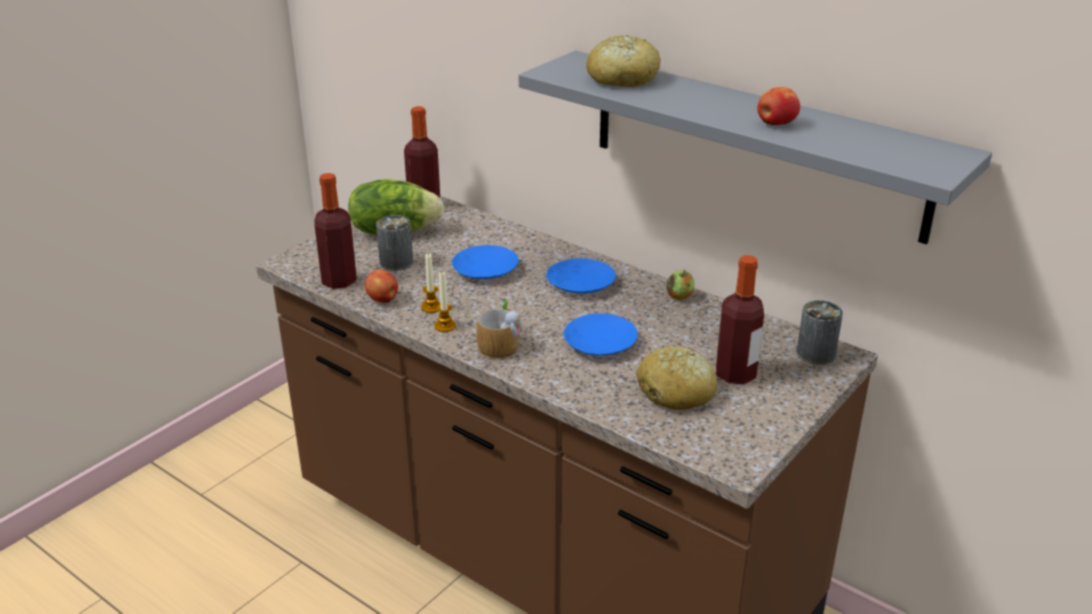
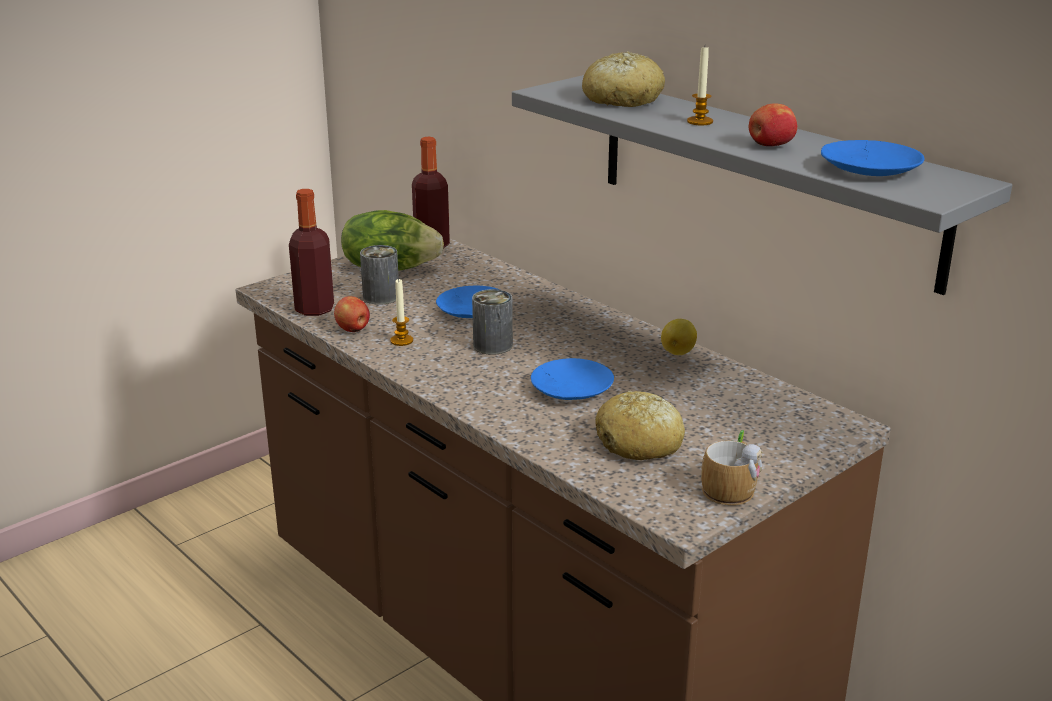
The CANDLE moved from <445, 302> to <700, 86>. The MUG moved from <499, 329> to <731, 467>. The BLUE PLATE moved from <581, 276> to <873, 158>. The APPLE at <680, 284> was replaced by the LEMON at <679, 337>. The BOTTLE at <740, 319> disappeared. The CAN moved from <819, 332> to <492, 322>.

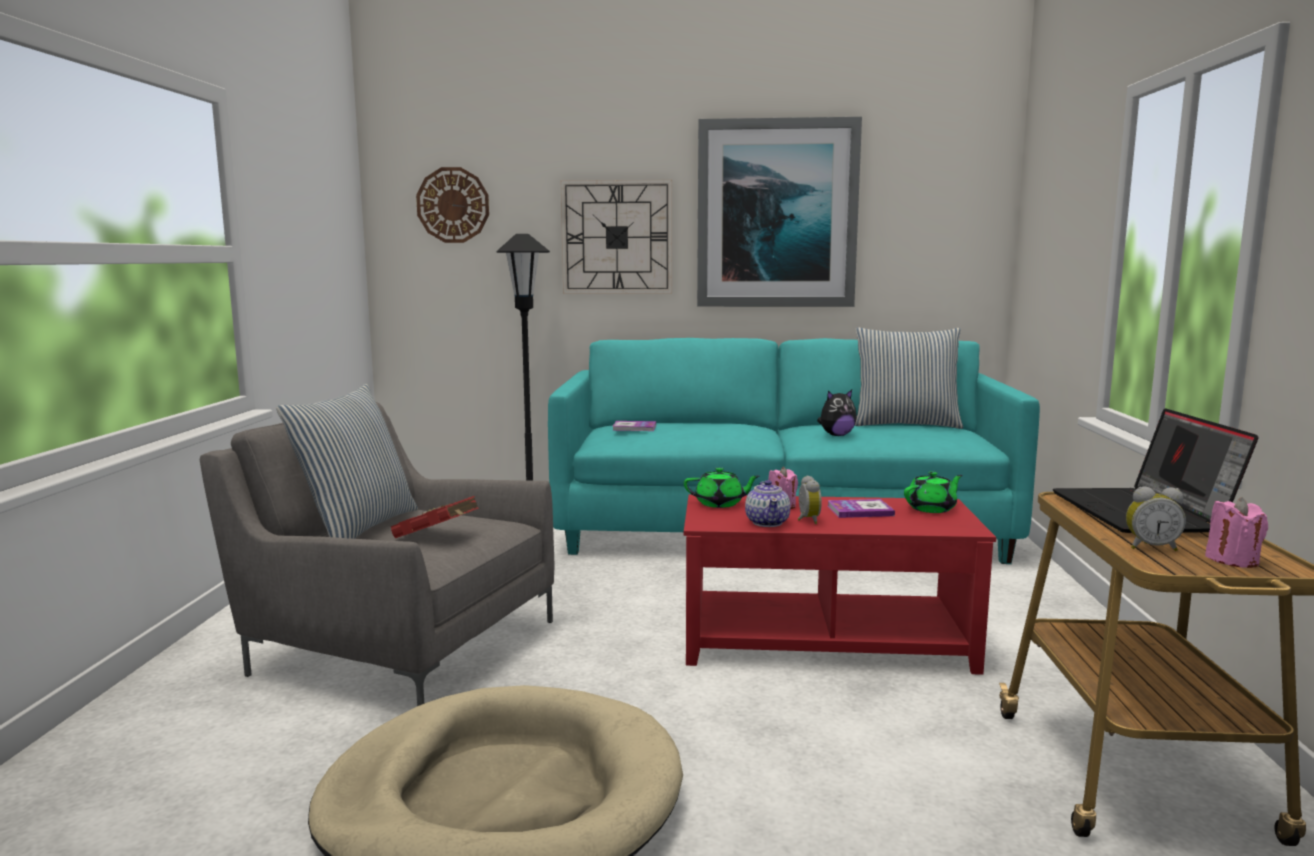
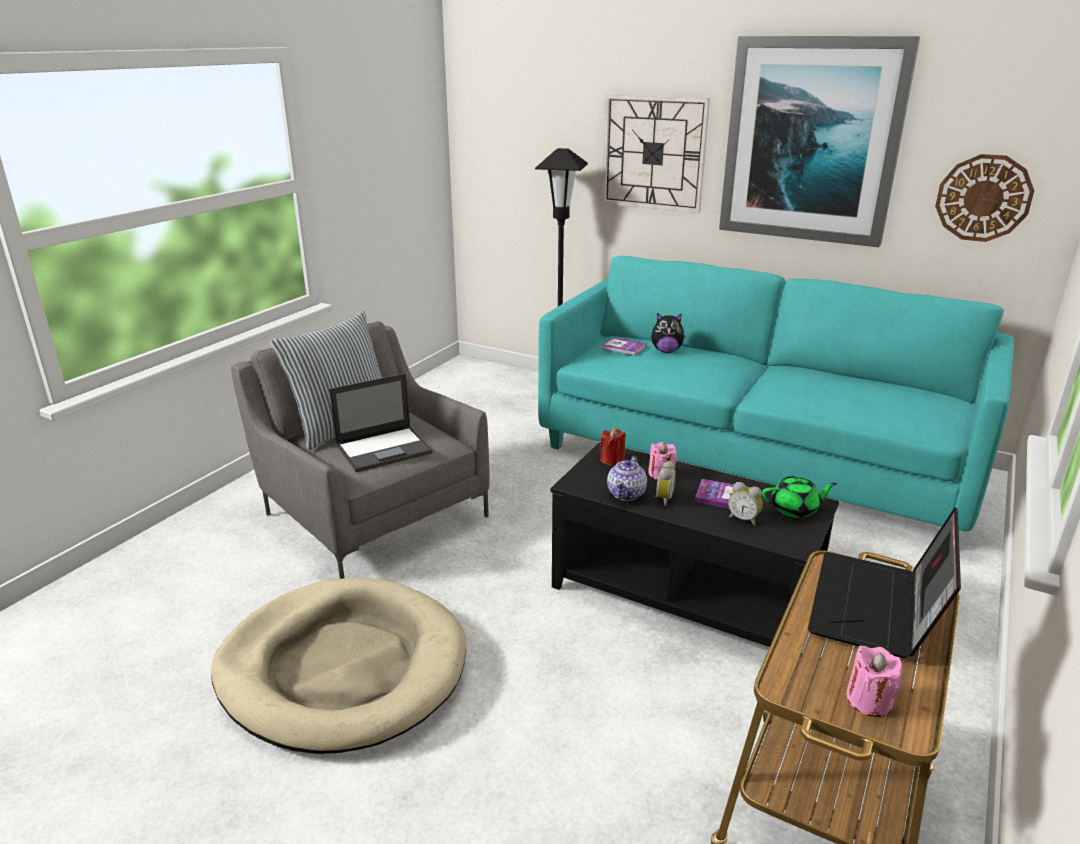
The RED BOOK at <435, 517> was replaced by the LAPTOP at <381, 423>. The WALL CLOCK moved from <452, 205> to <984, 198>. The GREEN TEAPOT at <722, 487> was replaced by the RED CANDLE at <613, 447>. The RED COFFEE TABLE at <840, 584> became the BLACK COFFEE TABLE at <694, 544>. The PLUSH TOY moved from <837, 413> to <668, 333>. The PILLOW at <909, 378> disappeared. The ALARM CLOCK moved from <1156, 519> to <745, 504>.

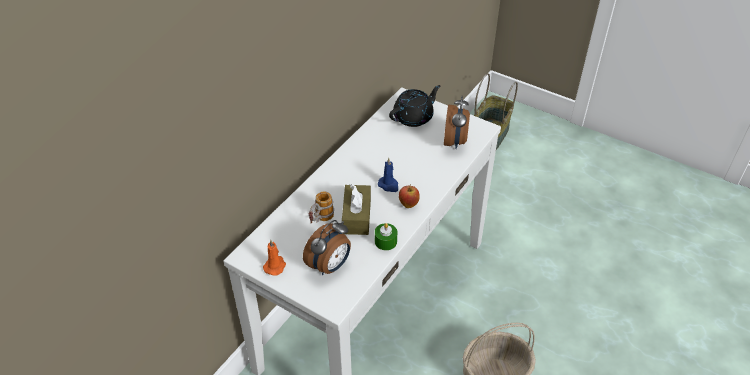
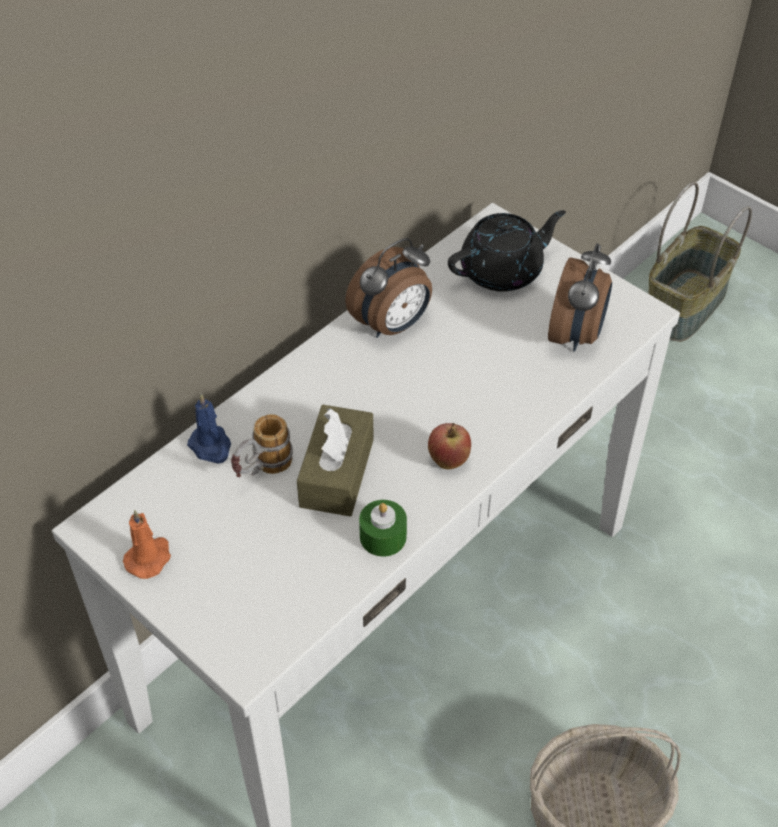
The ALARM CLOCK moved from <327, 247> to <388, 288>. The BLUE CANDLE moved from <388, 175> to <209, 429>.

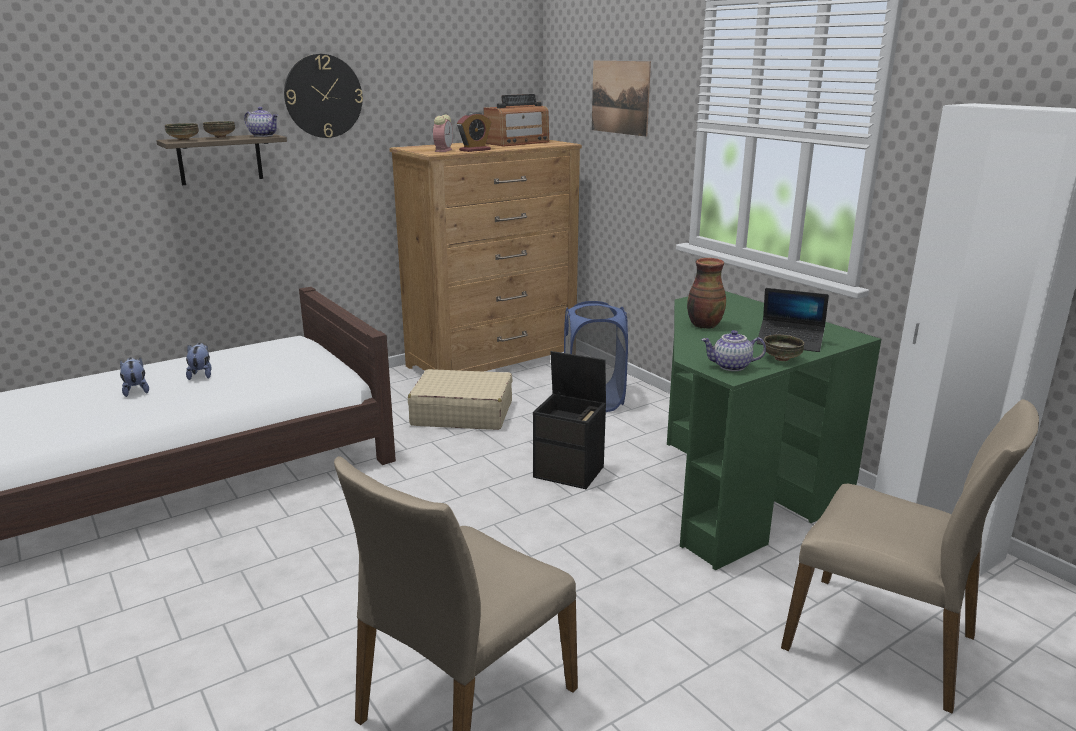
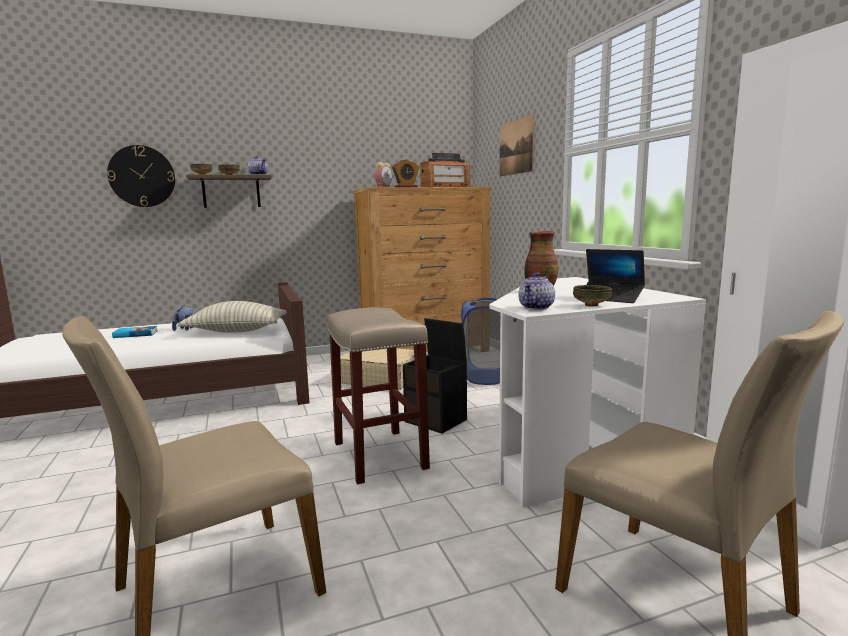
The PLUSH TOY at <134, 377> was replaced by the BOOK at <134, 332>. The WALL CLOCK moved from <323, 96> to <141, 176>. The GREEN DESK at <774, 430> became the WHITE DESK at <597, 392>. The TEAPOT at <733, 350> turned 75 degrees counterclockwise. The PILLOW at <232, 317> appeared. The BEIGE STOOL at <378, 395> appeared.

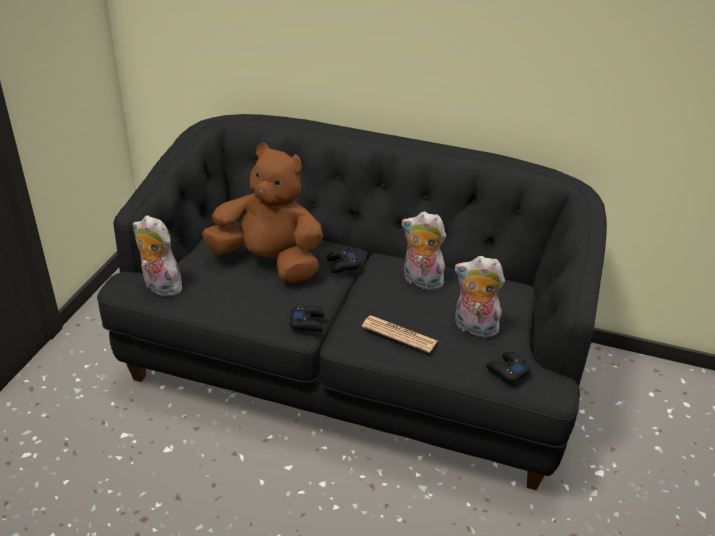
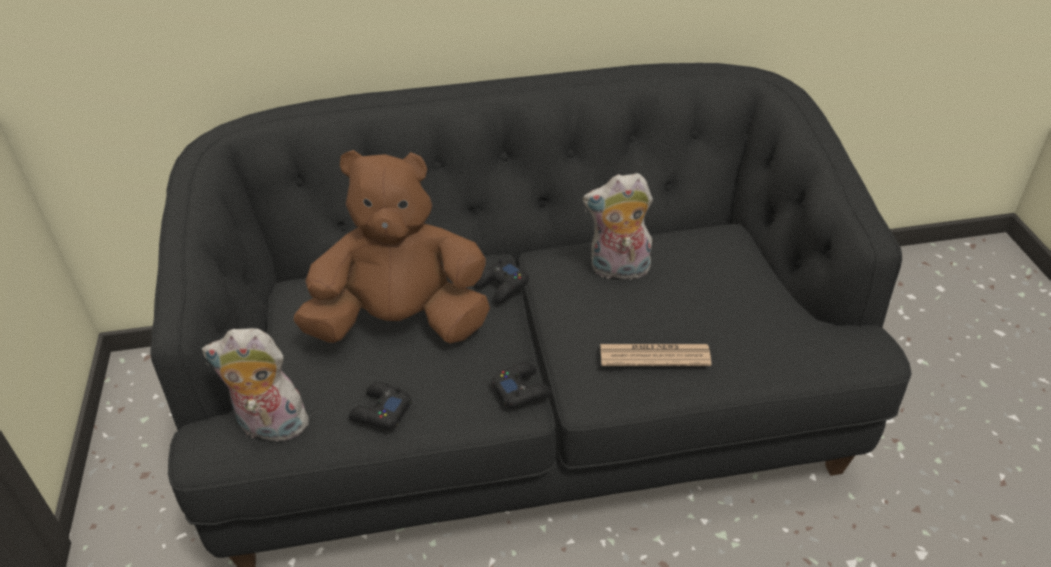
The PLUSH TOY at <480, 297> disappeared. The BLACK GAME CONTROLLER moved from <508, 367> to <380, 405>.

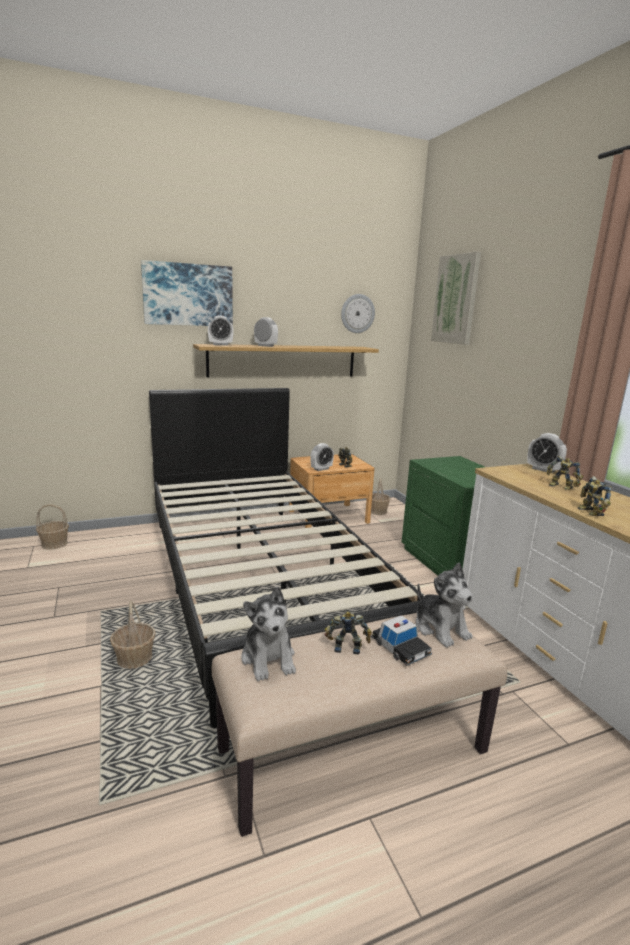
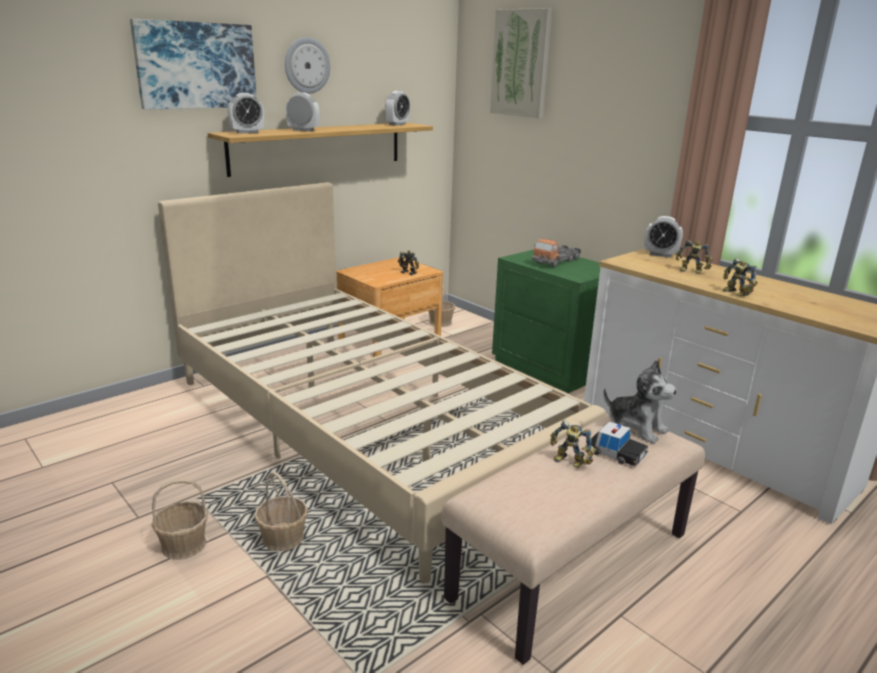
The BASKET moved from <52, 527> to <179, 519>. The BLACK BED at <286, 558> became the BEIGE BED at <382, 382>. The PLUSH TOY at <268, 633> disappeared. The ALARM CLOCK moved from <322, 457> to <397, 108>. The TOY ROBOT at <348, 633> turned 135 degrees counterclockwise. The WALL CLOCK moved from <358, 313> to <307, 65>. The TOY TRUCK at <556, 252> appeared.

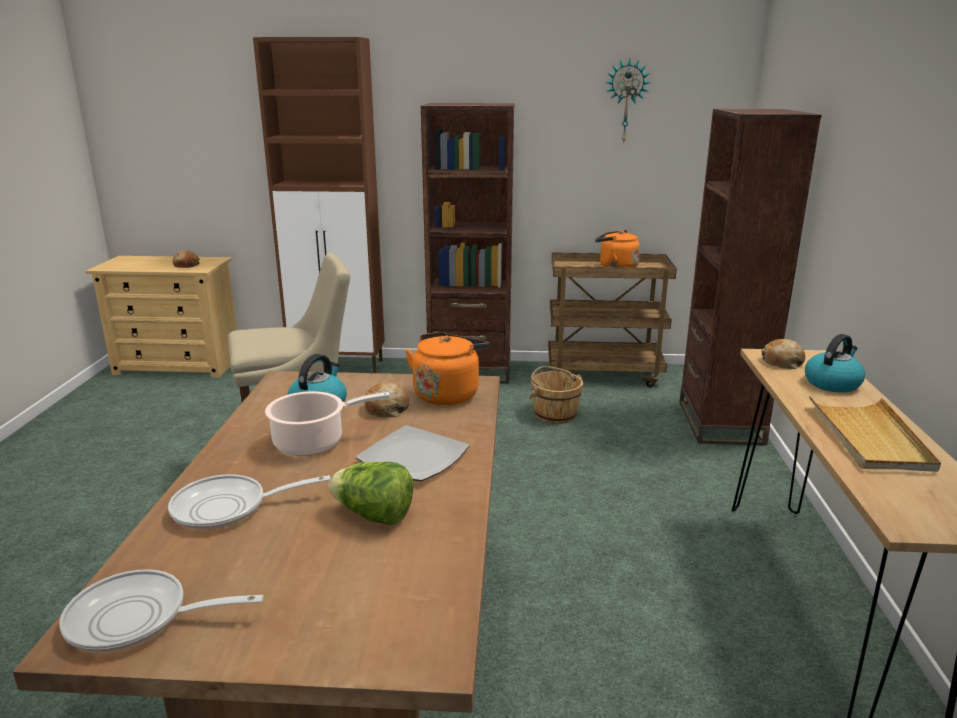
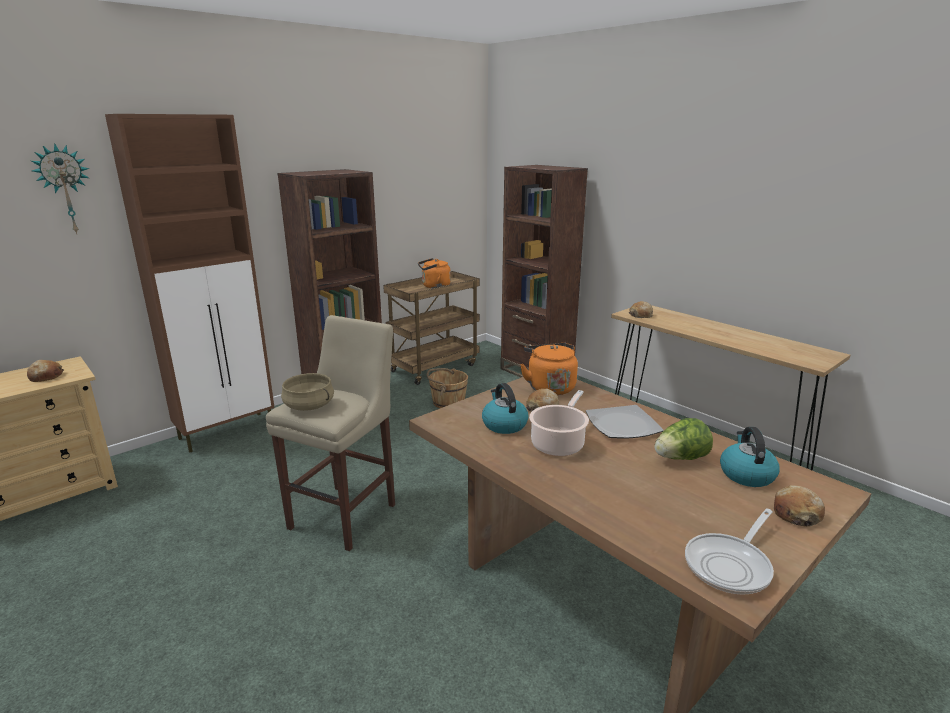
The FRYING PAN at <249, 502> disappeared. The WALL CLOCK moved from <628, 101> to <60, 188>. The KETTLE moved from <835, 363> to <750, 457>. The BEIGE TRAY at <875, 434> disappeared. The BEIGE COOKING POT at <307, 392> appeared. The BREAD at <799, 506> appeared.

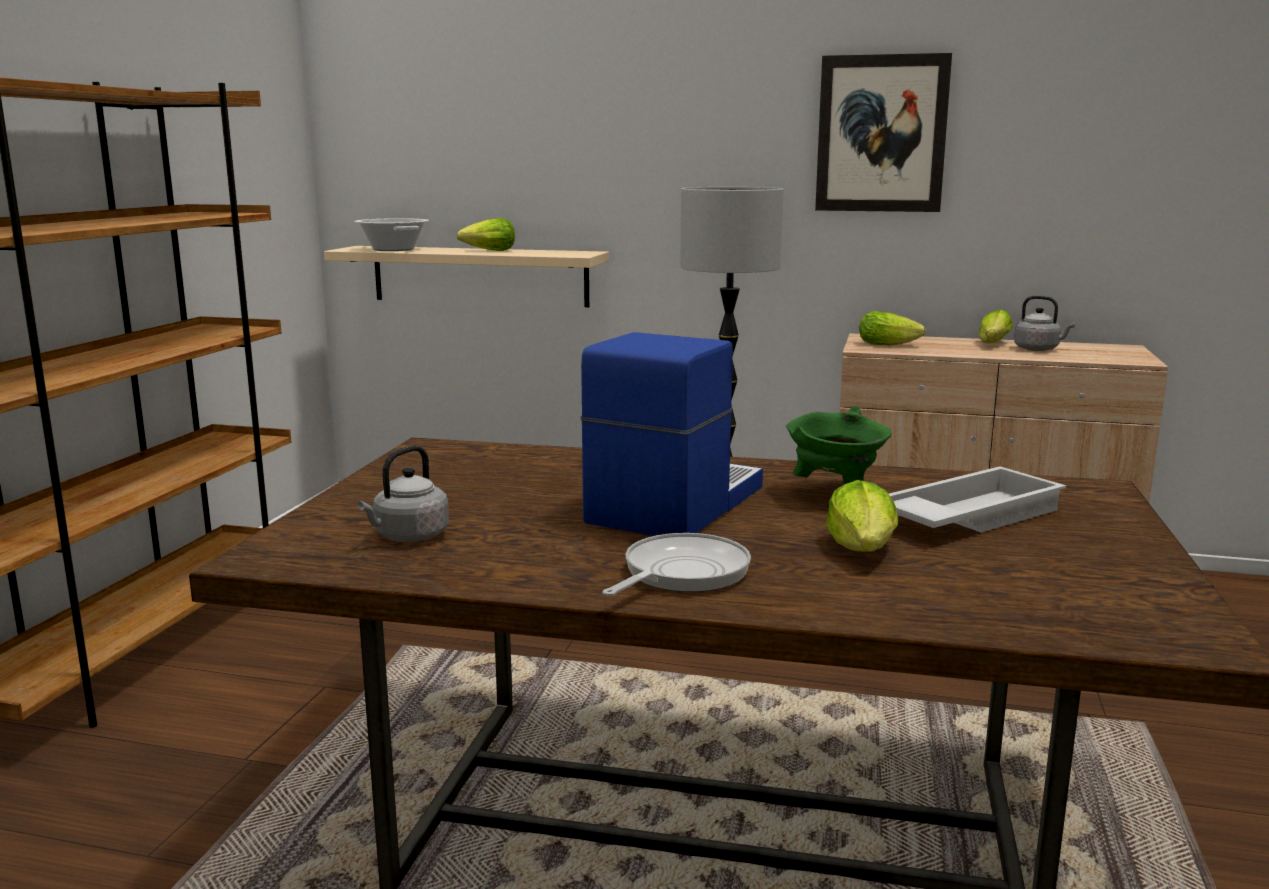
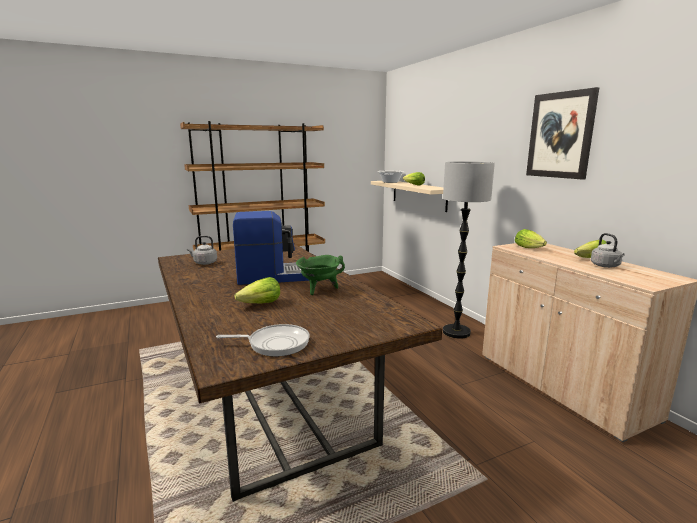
The FRYING PAN moved from <676, 564> to <263, 340>. The WHITE TRAY at <977, 499> disappeared.

